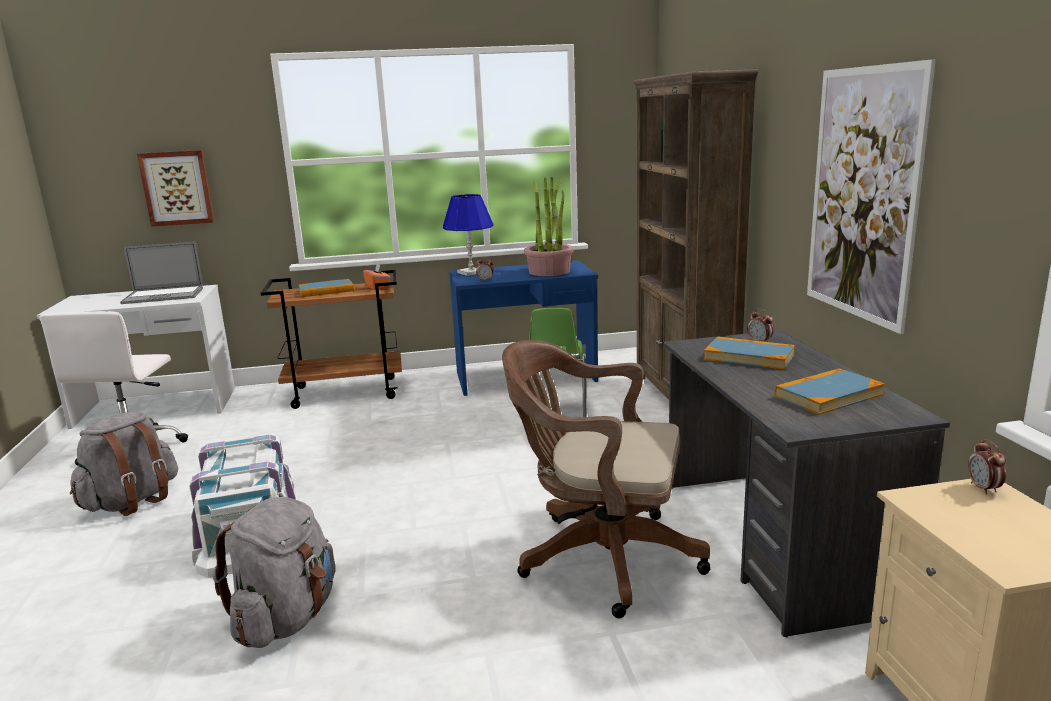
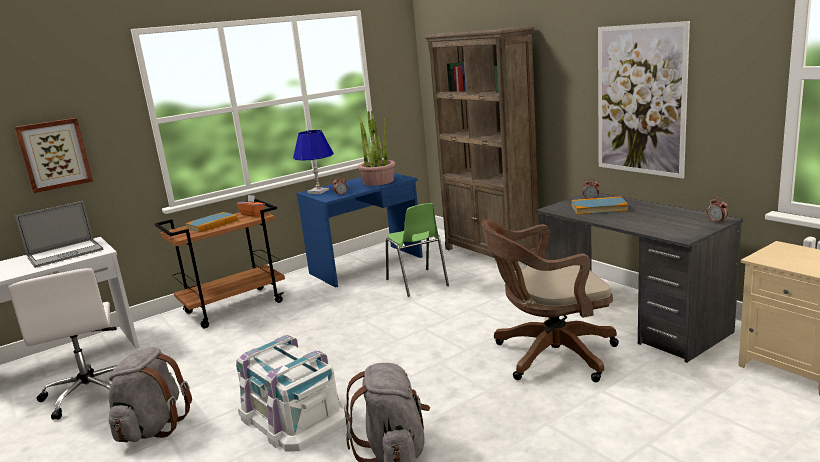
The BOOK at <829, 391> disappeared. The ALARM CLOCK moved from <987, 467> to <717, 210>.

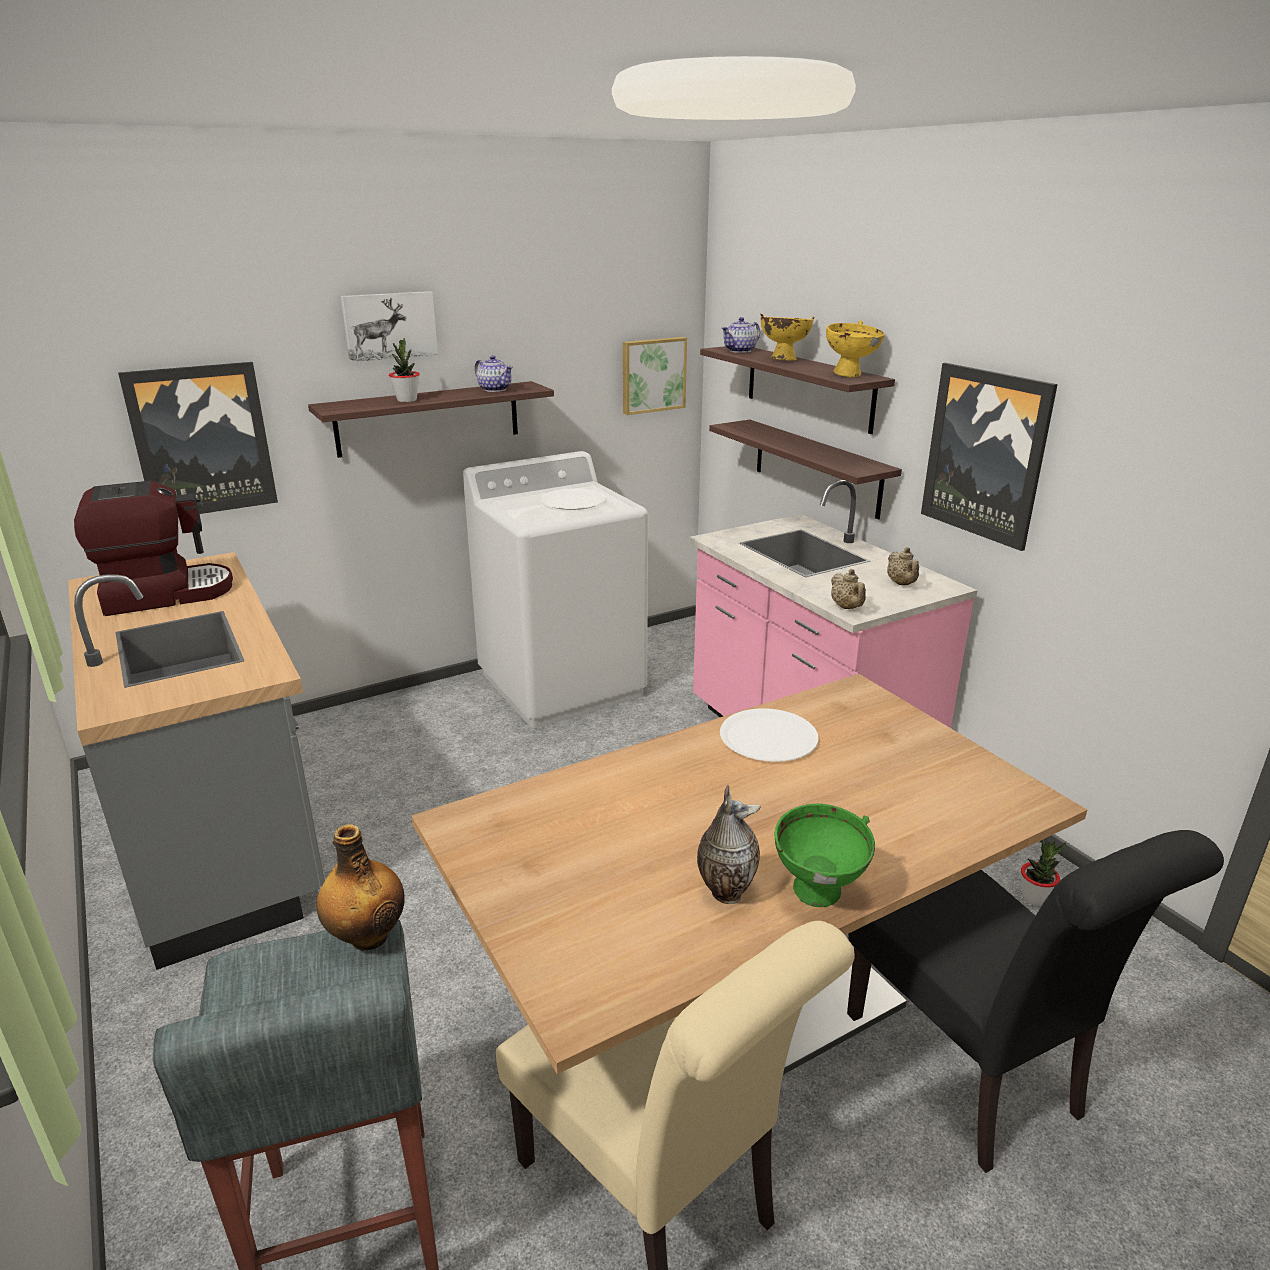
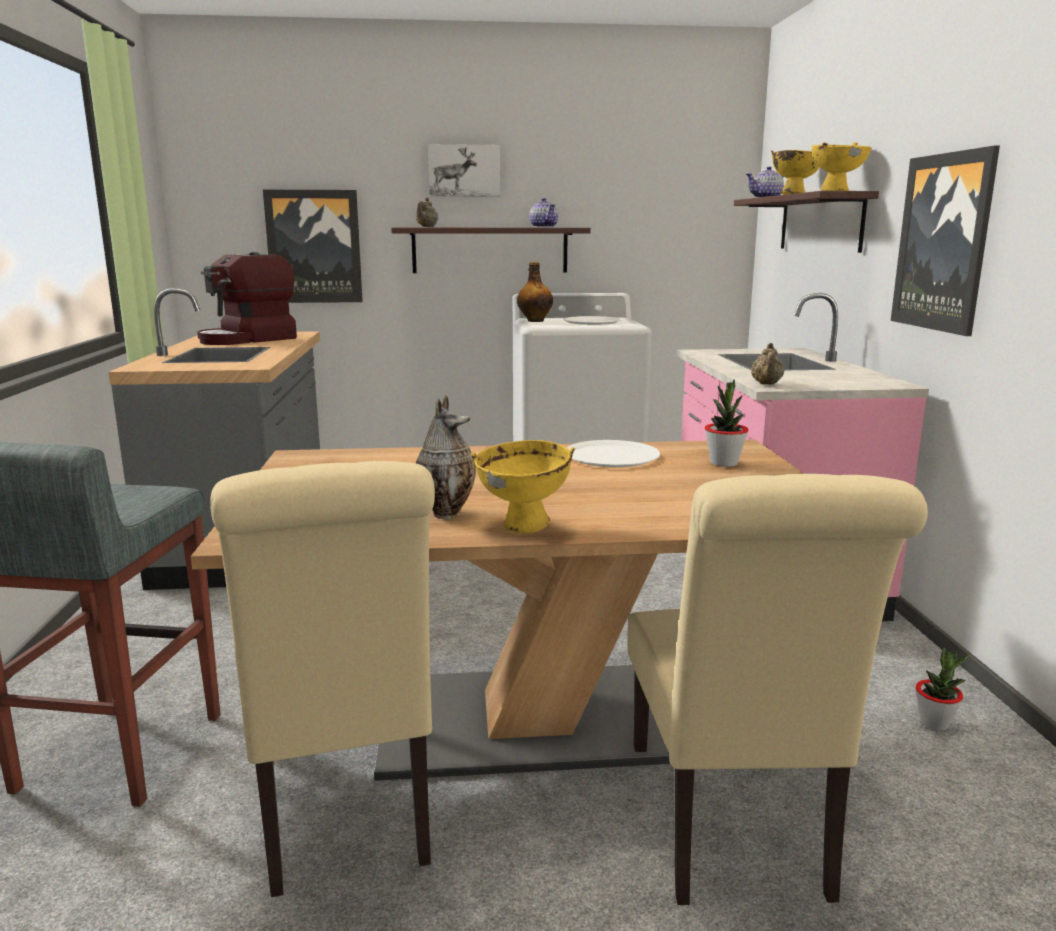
The COFFEE MACHINE at <153, 548> turned 135 degrees clockwise. The BOTTLE moved from <360, 887> to <535, 292>. The POTTED PLANT moved from <404, 370> to <726, 423>. The PICTURE at <655, 376> disappeared. The SHELF at <805, 469> disappeared. The GREEN BOWL at <825, 855> became the YELLOW BOWL at <523, 486>. The BLACK CHAIR at <1035, 1001> became the BEIGE CHAIR at <777, 689>. The BEIGE TEAPOT moved from <903, 566> to <427, 212>.

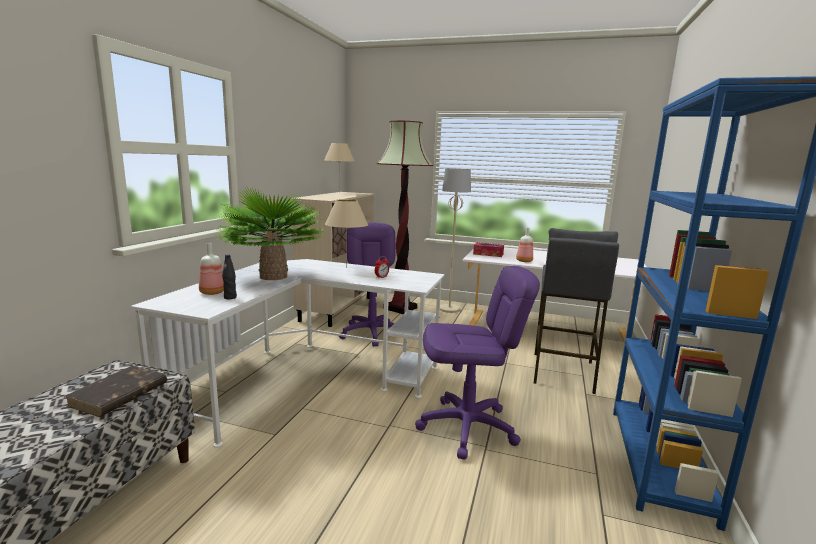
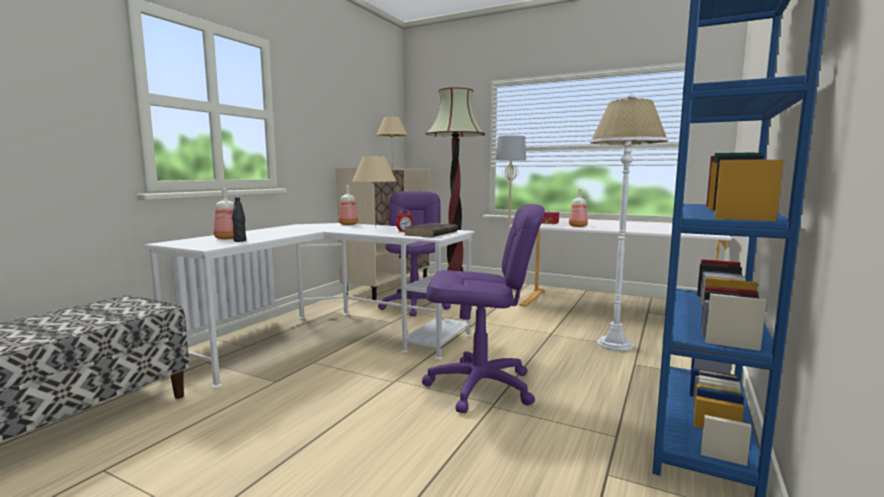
The BROWN BOOK moved from <116, 391> to <431, 230>. The POTTED PLANT at <270, 233> disappeared. The GREY STOOL at <576, 311> was replaced by the WHITE FLOOR LAMP at <629, 222>. The BOTTLE at <348, 205> appeared.

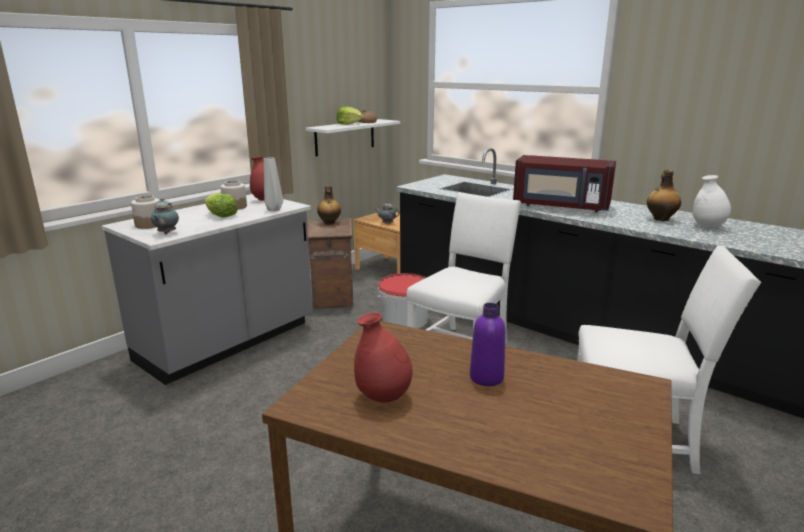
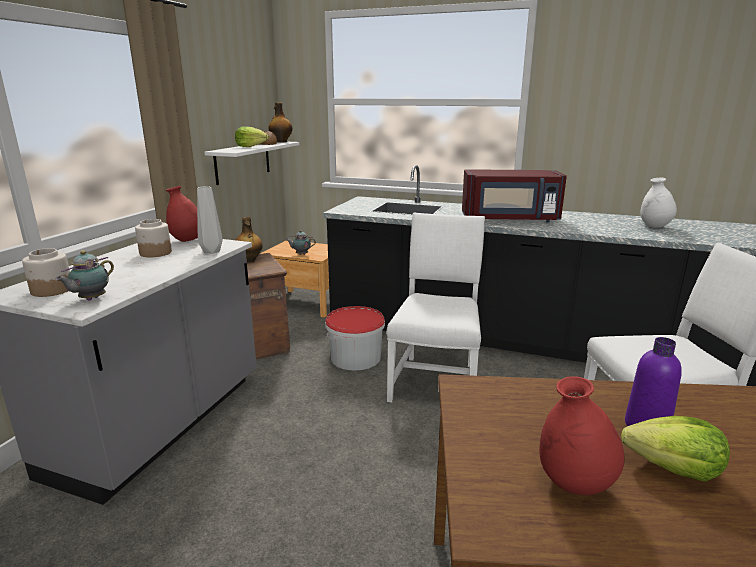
The TEAPOT at <165, 216> turned 45 degrees clockwise. The LETTUCE moved from <221, 205> to <675, 449>. The BOTTLE moved from <664, 195> to <280, 122>.

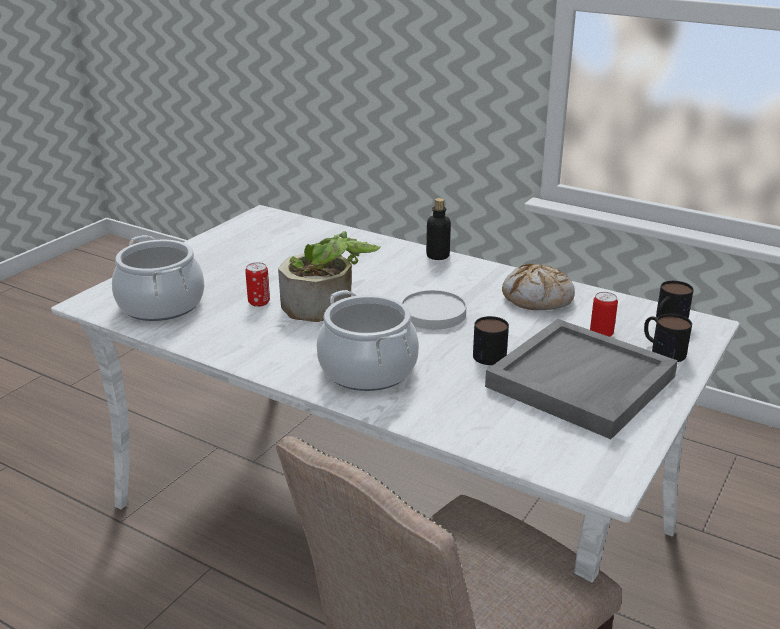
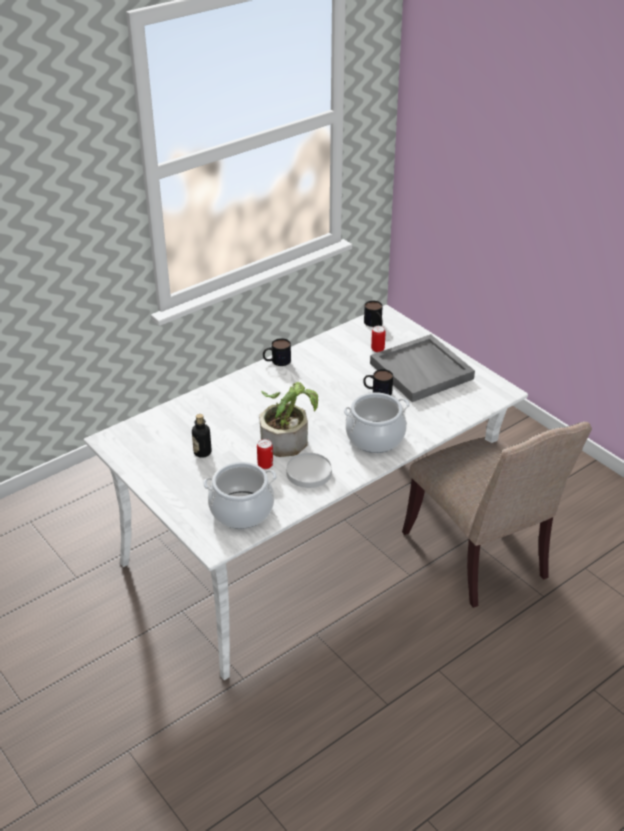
The WHITE PLATE moved from <434, 309> to <309, 470>. The BOTTLE moved from <438, 229> to <201, 436>. The BREAD at <538, 287> disappeared. The MUG moved from <668, 338> to <277, 352>.

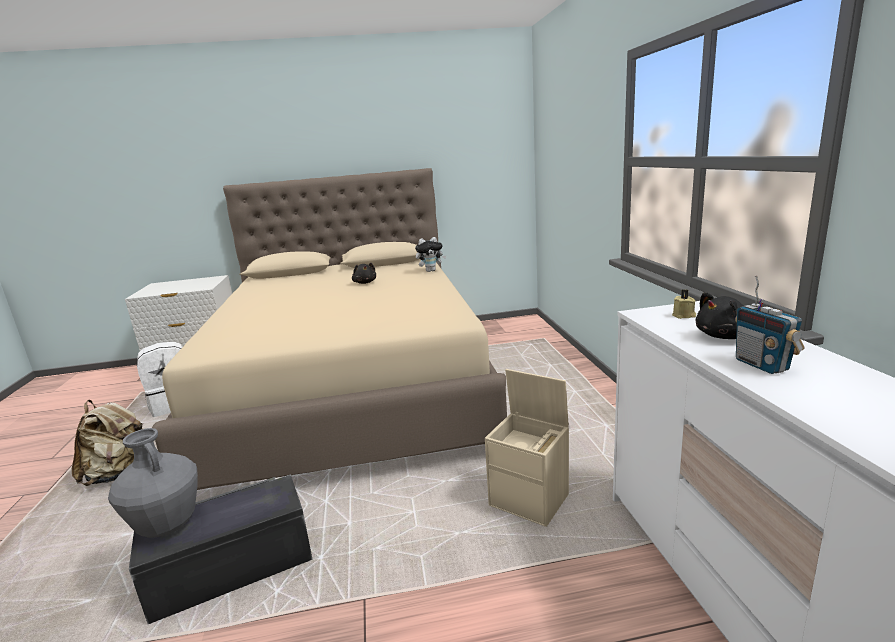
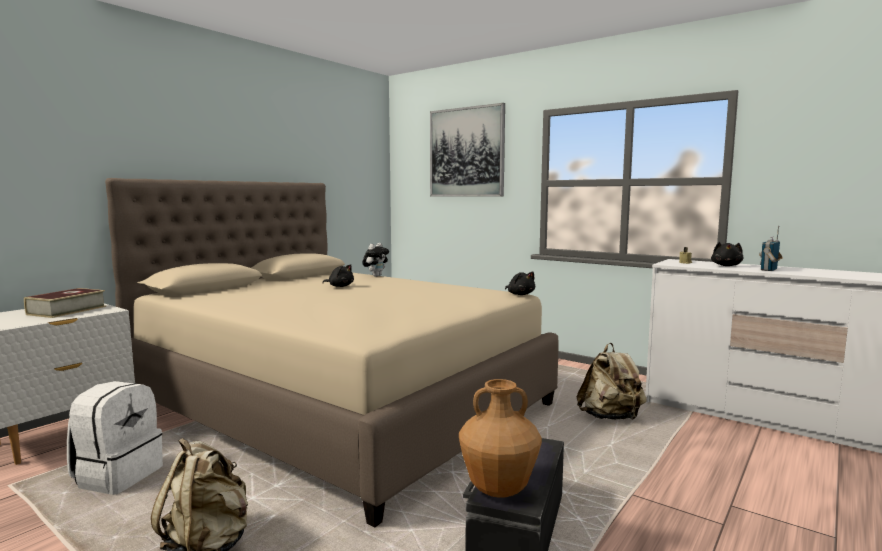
The GREY VASE at <153, 483> became the BROWN VASE at <500, 438>. The BEIGE STORAGE BOX at <527, 448> was replaced by the BEIGE BACKPACK at <612, 381>. The RADIO at <770, 325> turned 105 degrees clockwise. The BOOK at <65, 303> appeared. The PICTURE at <467, 150> appeared. The BLACK PLUSH TOY at <520, 283> appeared.

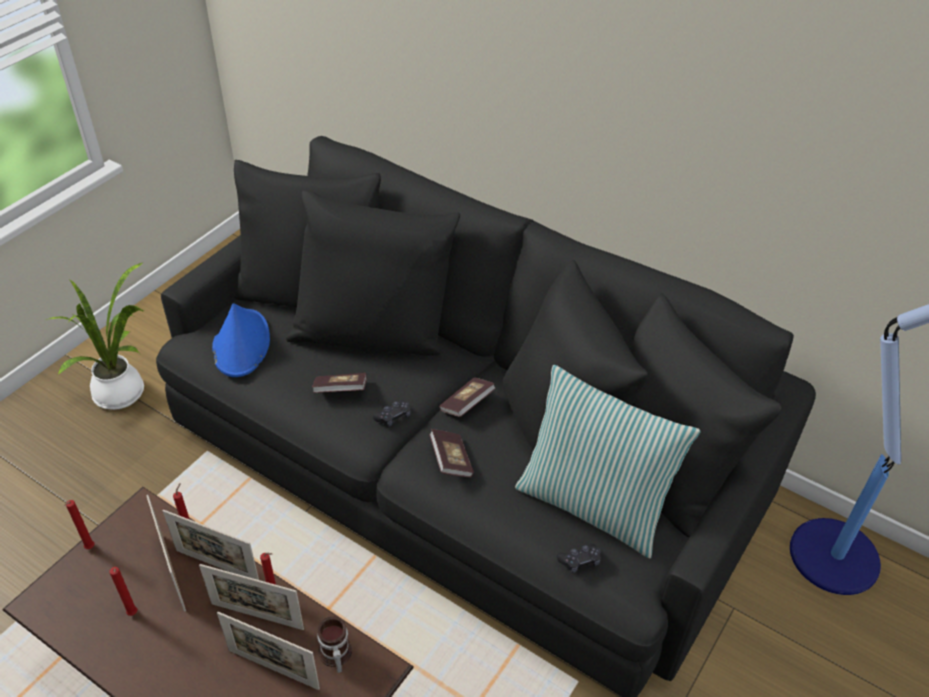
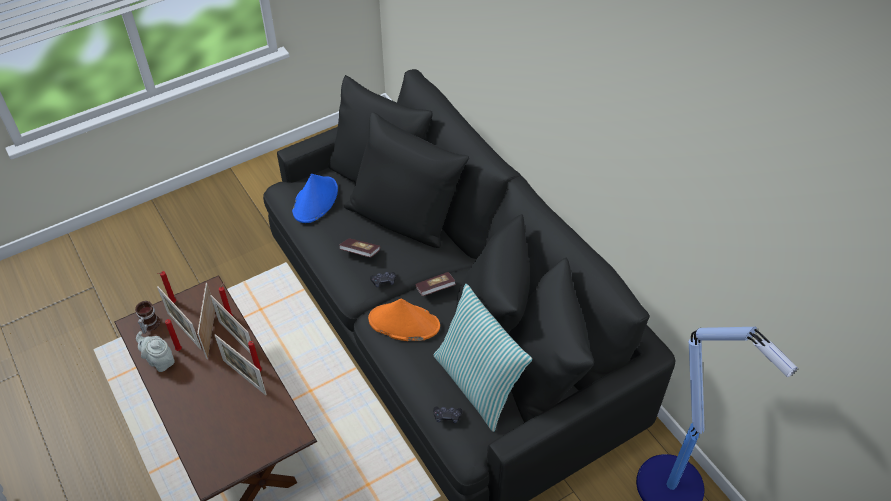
The POTTED PLANT at <95, 336> disappeared. The PICTURE FRAME moved from <268, 651> to <179, 318>. The MUG moved from <334, 644> to <147, 317>. The BOOK at <451, 453> was replaced by the ORANGE HAT at <404, 320>. The GREY TEAPOT at <155, 351> appeared.

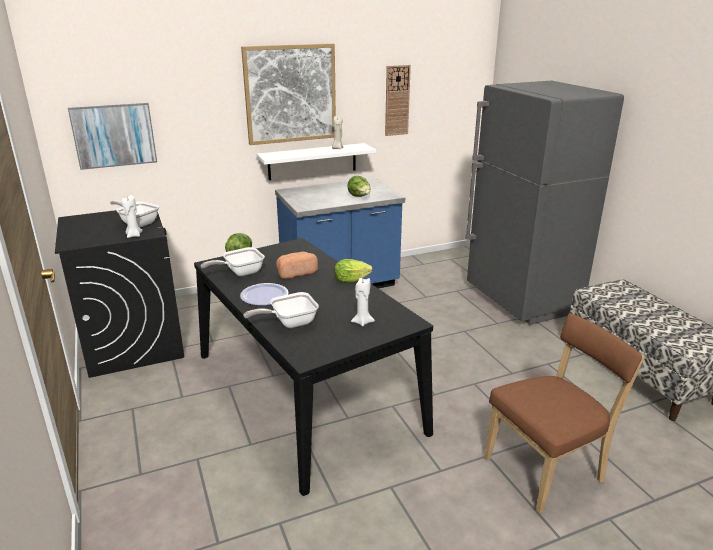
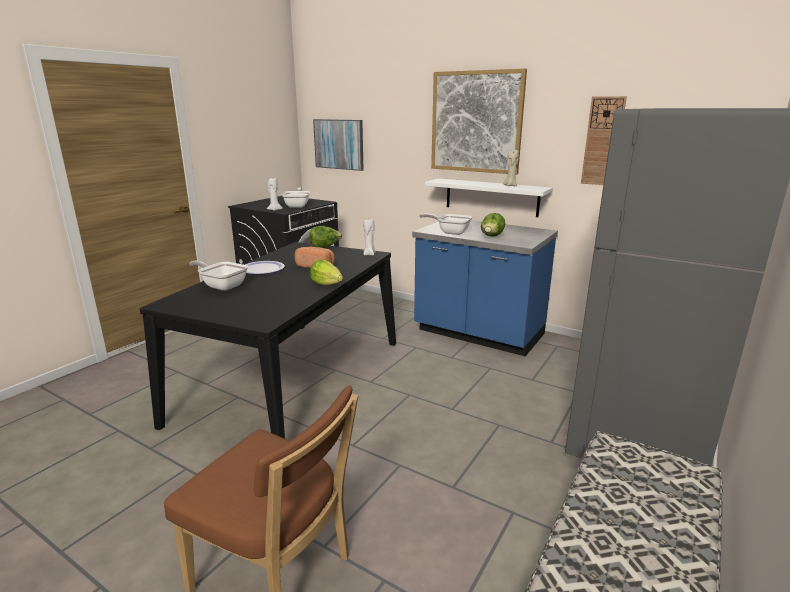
The FRYING PAN moved from <233, 261> to <445, 224>. The WHITE CANDLE moved from <363, 302> to <369, 237>.

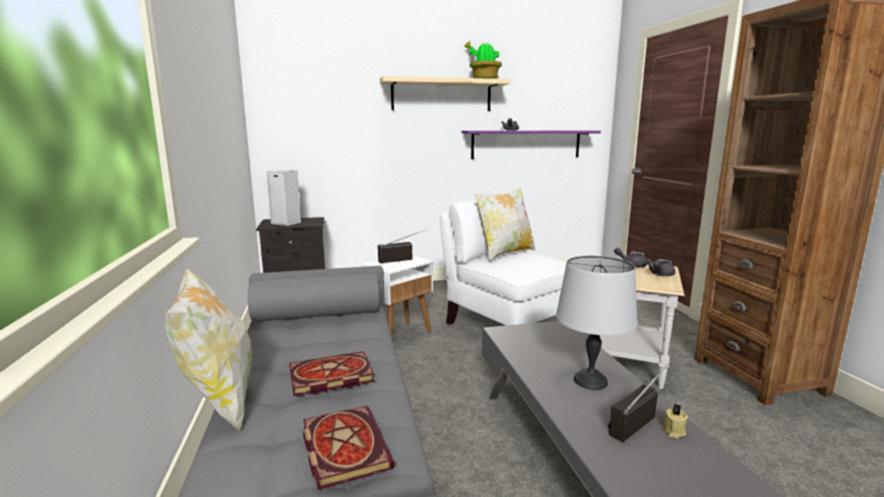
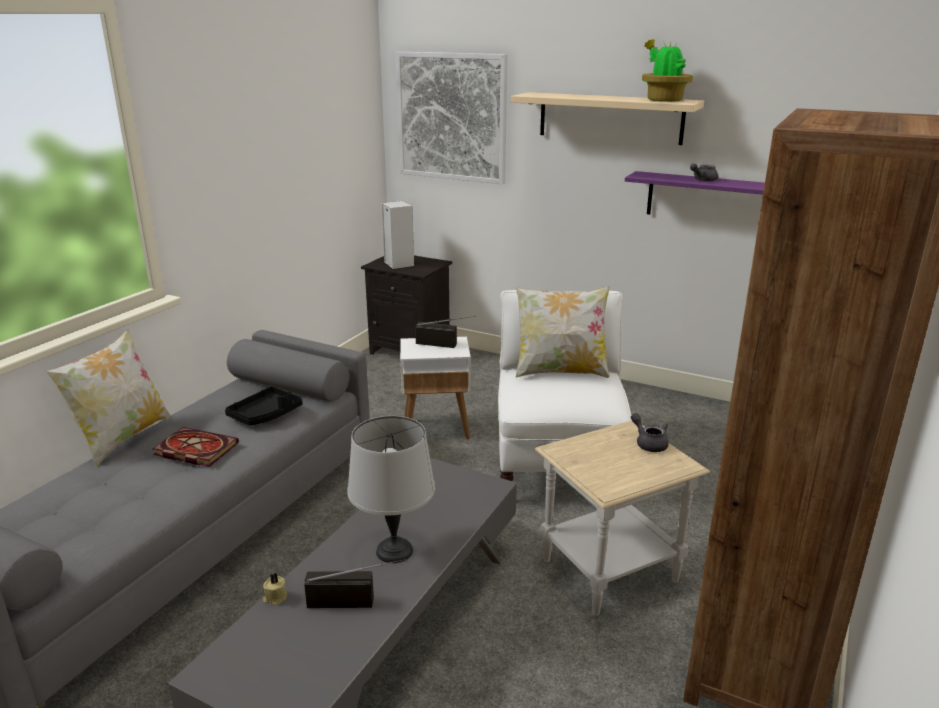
The BOOK at <349, 448> disappeared. The GREY TEAPOT at <660, 267> disappeared. The BEIGE CANDLE moved from <675, 421> to <275, 589>. The BLACK TRAY at <264, 406> appeared. The PICTURE at <452, 118> appeared.

